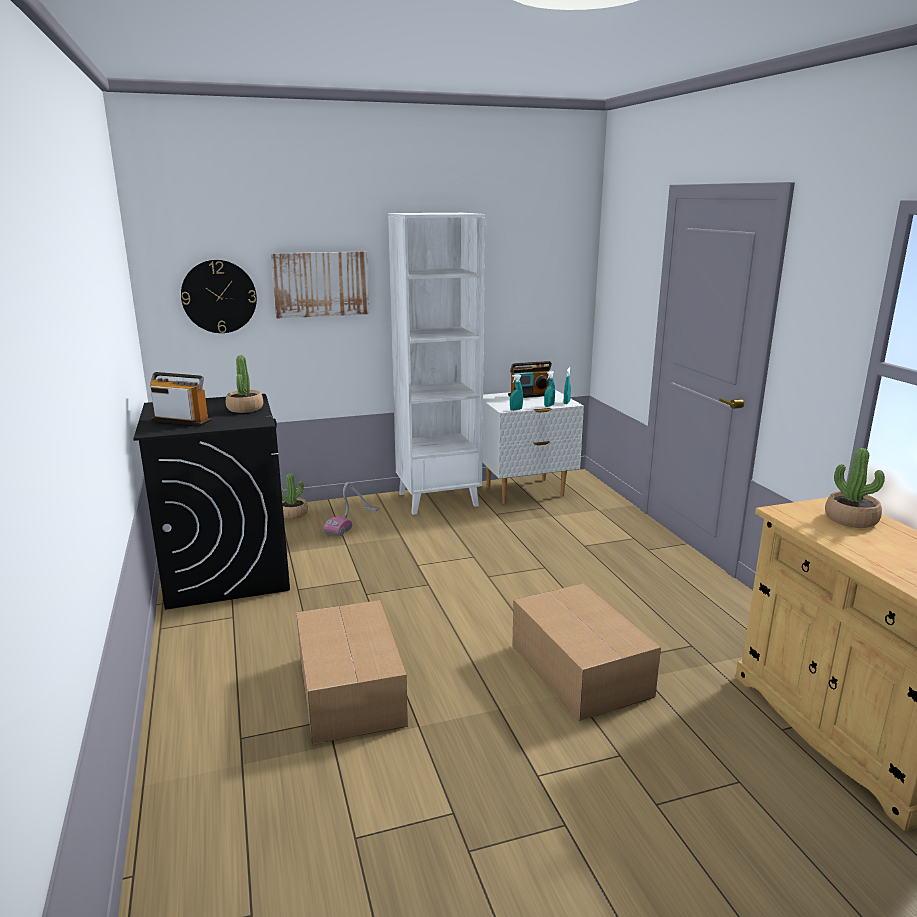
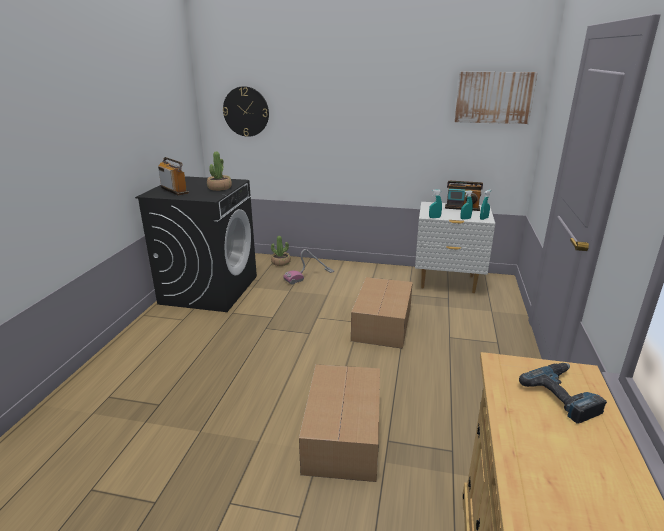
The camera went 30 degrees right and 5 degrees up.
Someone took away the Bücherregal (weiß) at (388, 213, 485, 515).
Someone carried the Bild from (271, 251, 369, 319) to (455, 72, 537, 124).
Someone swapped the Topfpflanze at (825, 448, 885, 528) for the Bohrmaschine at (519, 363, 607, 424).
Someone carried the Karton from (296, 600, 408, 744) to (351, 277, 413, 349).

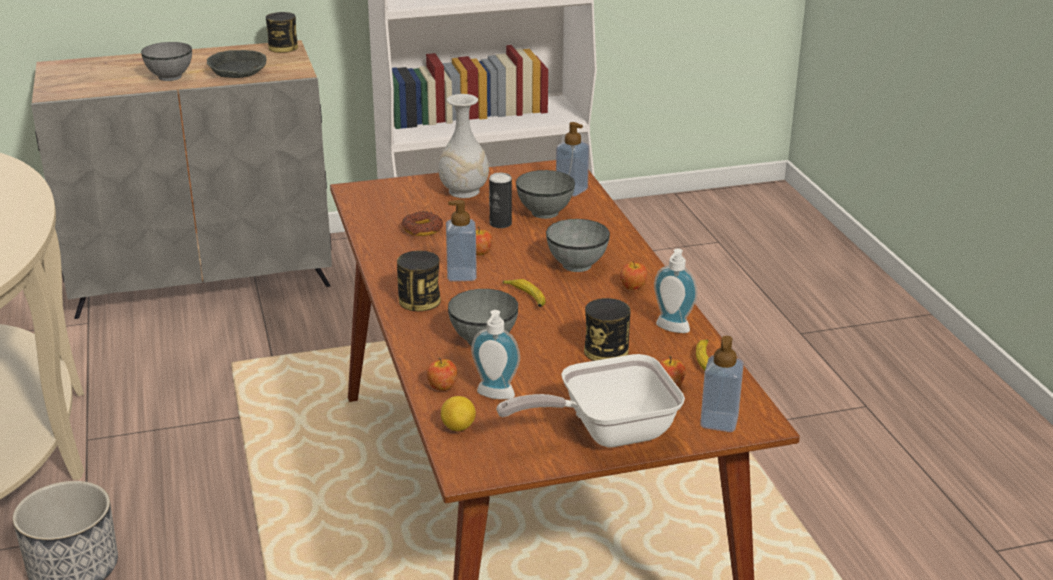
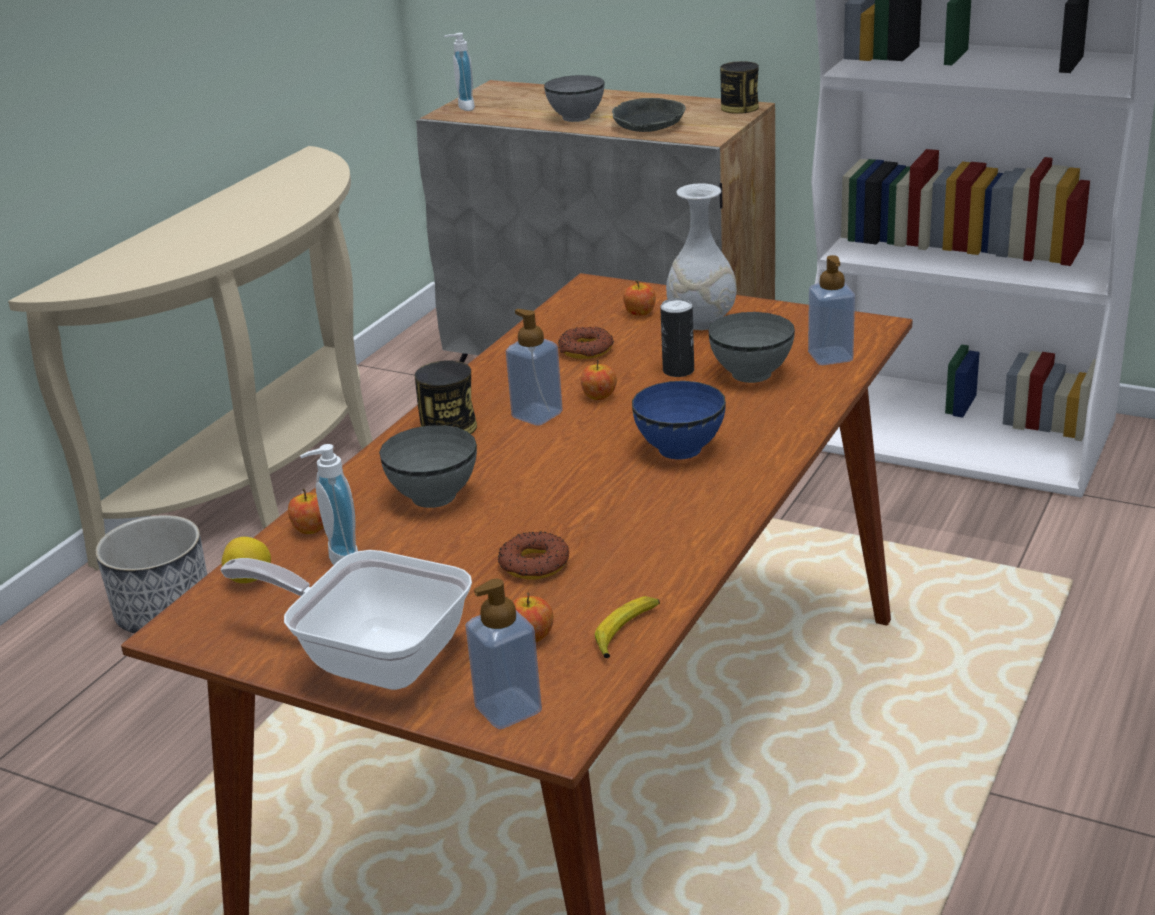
The camera went 45 degrees right and 0 degrees up.
Someone repainted the Schüssel (grau) at (546, 219, 610, 272), which became the Schüssel (blau) at (632, 381, 726, 460).
Someone carried the Seifenspender from (654, 249, 697, 333) to (444, 33, 475, 111).
Someone carried the Apfel from (620, 261, 648, 290) to (623, 280, 656, 316).
Someone took away the Banane at (503, 279, 545, 307).
Someone swapped the Dose at (584, 298, 631, 361) for the Donut at (498, 532, 569, 579).

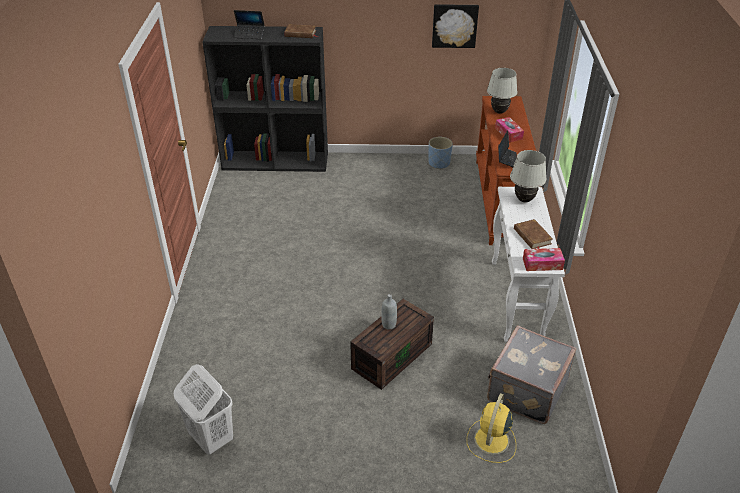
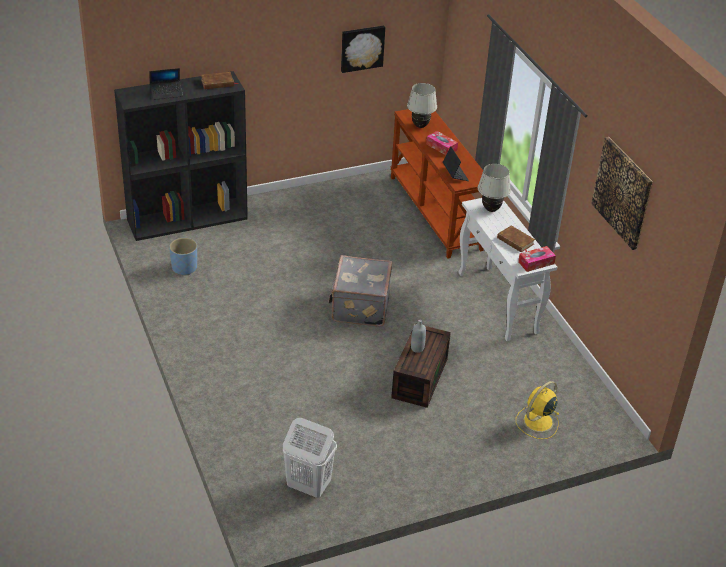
The camera went 25 degrees left and 0 degrees up.
Someone carried the Pflanzkübel (blau) from (429, 137, 453, 169) to (169, 238, 197, 275).
Someone carried the Koffer (grau) from (487, 325, 576, 424) to (329, 255, 392, 327).
Someone rotated the Ventilator (gelb) at (467, 393, 516, 463) by 45 degrees clockwise.
Someone put up the Bild at (591, 137, 653, 250).

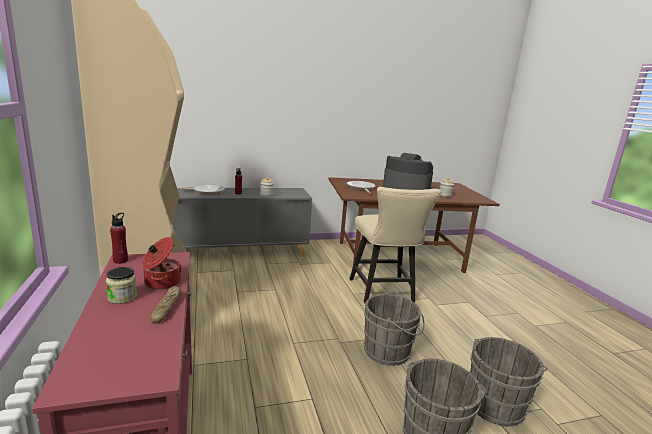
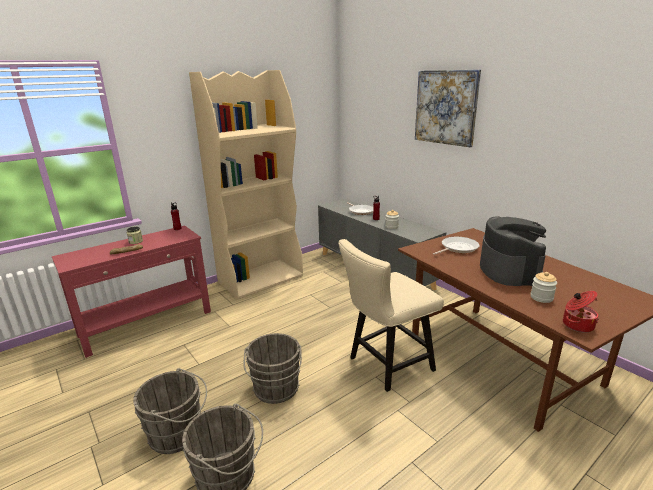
The camera went 70 degrees right and 5 degrees up.
Someone carried the Kochtopf from (143, 237, 182, 290) to (563, 291, 599, 333).
Someone put up the Bild at (415, 70, 481, 147).

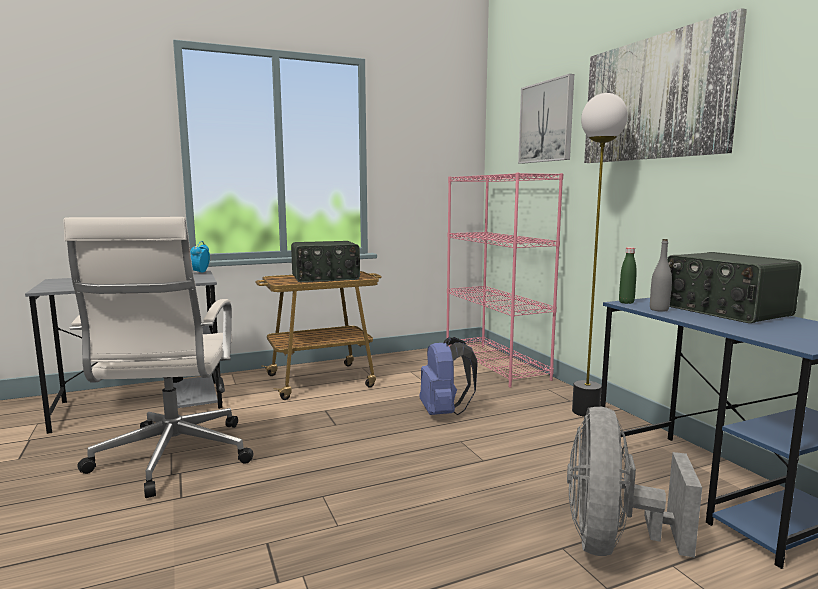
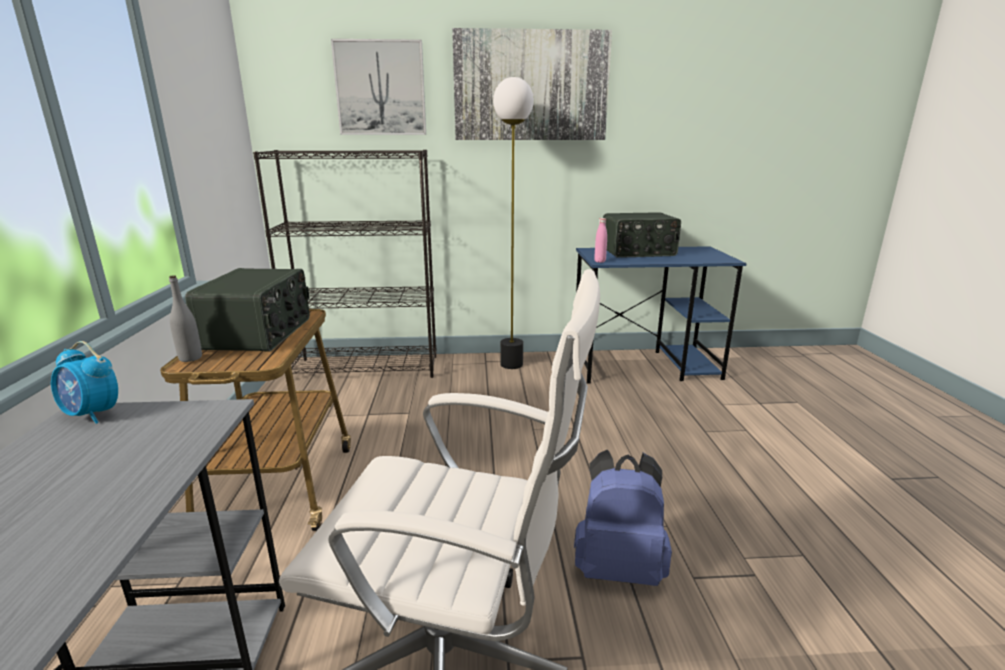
The camera went 70 degrees left and 10 degrees up.
Someone repainted the Bücherregal (rosa) at (446, 173, 563, 387), which became the Bücherregal (schwarz) at (253, 150, 436, 378).
Someone carried the Flasche (grau) from (650, 239, 672, 312) to (169, 275, 202, 362).
Someone repainted the Flasche (grün) at (619, 247, 637, 304), which became the Flasche (rosa) at (594, 218, 607, 263).
Someone carried the Rucksack (blau) from (419, 337, 478, 415) to (574, 450, 672, 586).
Someone took away the Ventilator (grau) at (567, 407, 702, 558).

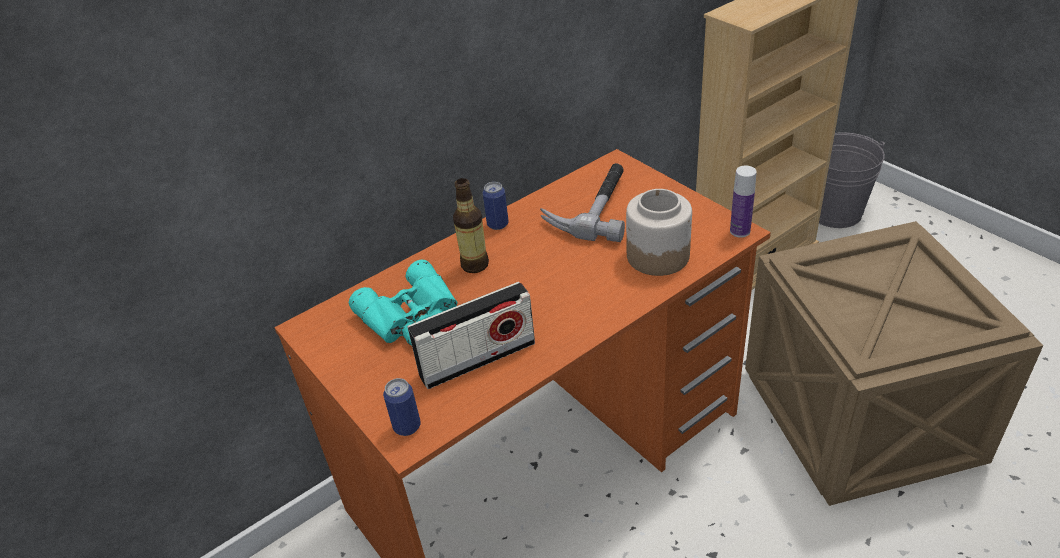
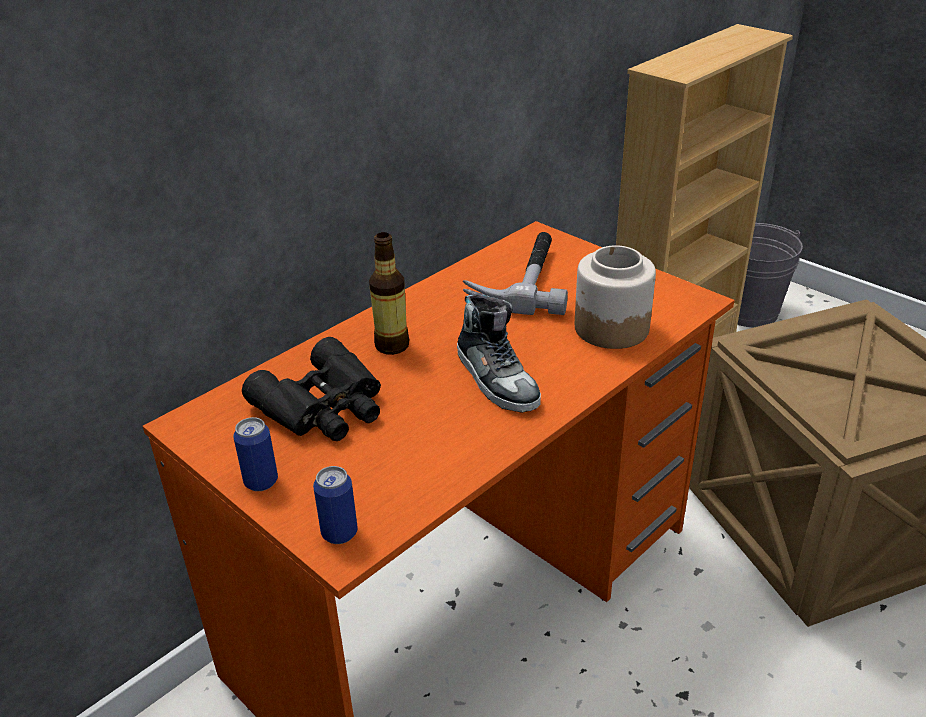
The camera went 10 degrees left and 5 degrees down.
Someone took away the Flasche at (730, 166, 757, 238).
Someone carried the Dose from (483, 182, 509, 230) to (233, 417, 278, 491).
Someone repainted the Fernglas (türkis) at (349, 260, 458, 346), which became the Fernglas (schwarz) at (242, 337, 381, 441).
Someone took away the Radio at (408, 282, 535, 389).
Someone put down the Schuh at (457, 295, 541, 413).

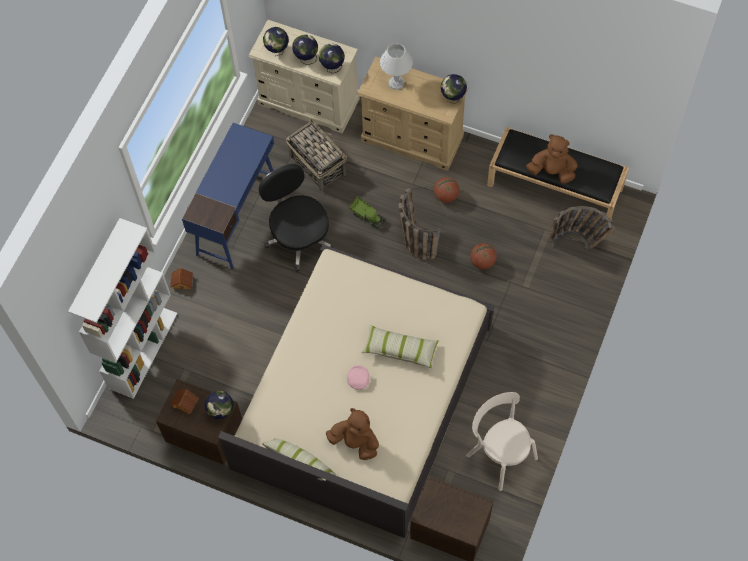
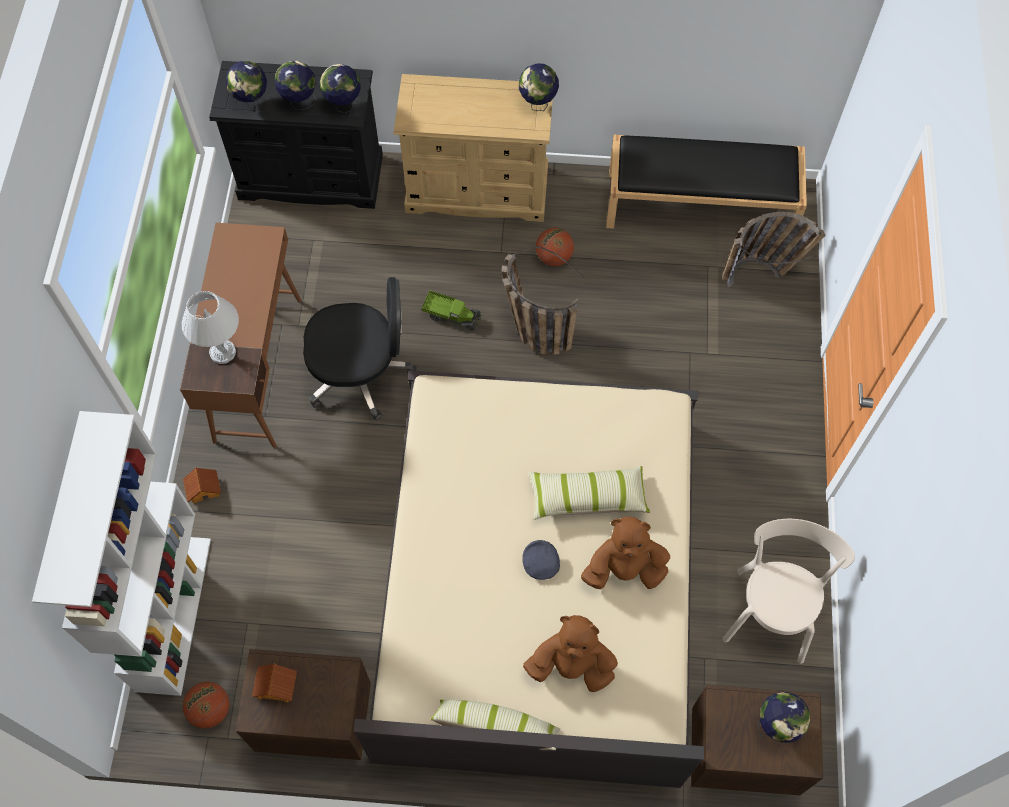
The camera went 20 degrees left and 0 degrees up.
Someone repainted the Kommode (beige) at (249, 20, 360, 134), which became the Kommode (schwarz) at (209, 61, 383, 209).
Someone carried the Tischlampe (weiß) from (380, 43, 413, 90) to (182, 291, 239, 364).
Someone took away the Korb at (286, 119, 347, 192).
Someone repainted the Schreibtisch (blau) at (182, 123, 274, 269), which became the Schreibtisch (braun) at (180, 223, 302, 448).
Someone carried the Plüschtier (braun) from (526, 134, 578, 184) to (581, 517, 670, 589).
Someone rotated the Bürostuhl (schwarz) at (259, 164, 334, 272) by 135 degrees clockwise.
Someone carried the Basketball from (470, 243, 497, 269) to (183, 682, 230, 729).
Someone repainted the Kappe (rosa) at (347, 365, 370, 390), which became the Kappe (grau) at (522, 540, 560, 580).
Someone carried the Globus from (205, 390, 234, 419) to (758, 692, 810, 743).
Someone rotated the Stuhl (beige) at (466, 392, 538, 491) by 75 degrees clockwise.

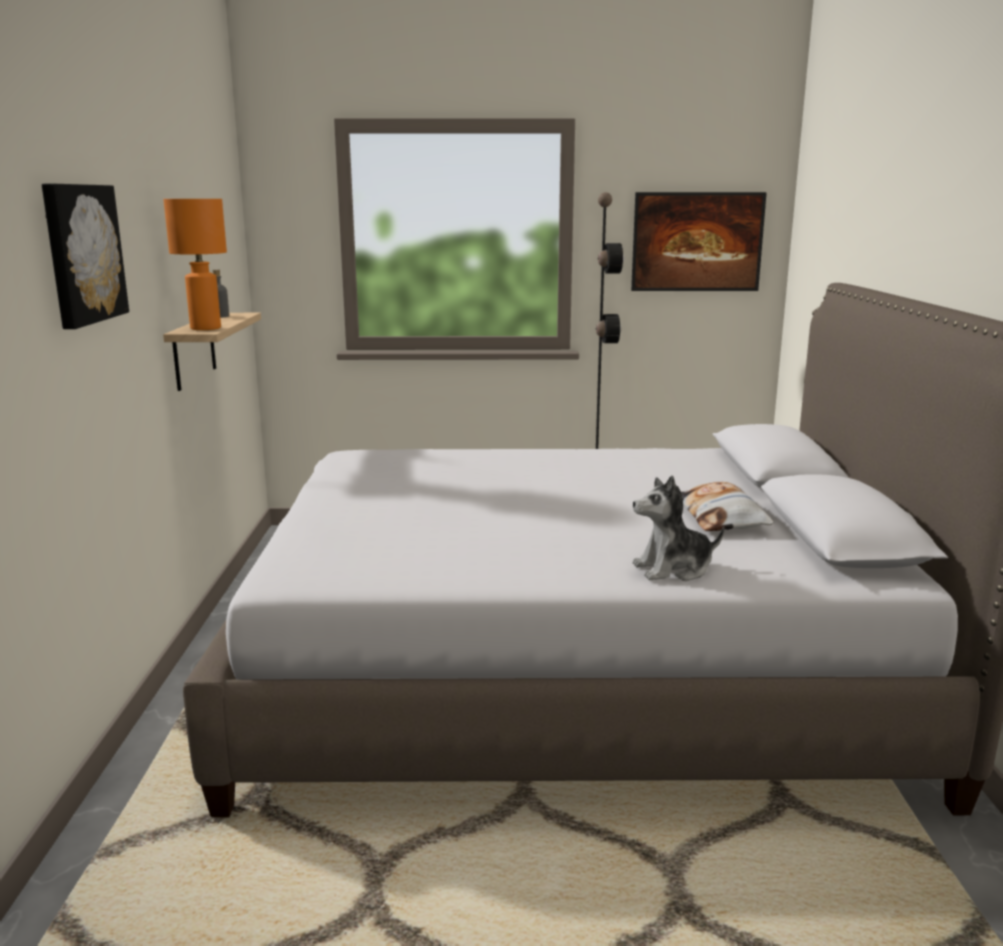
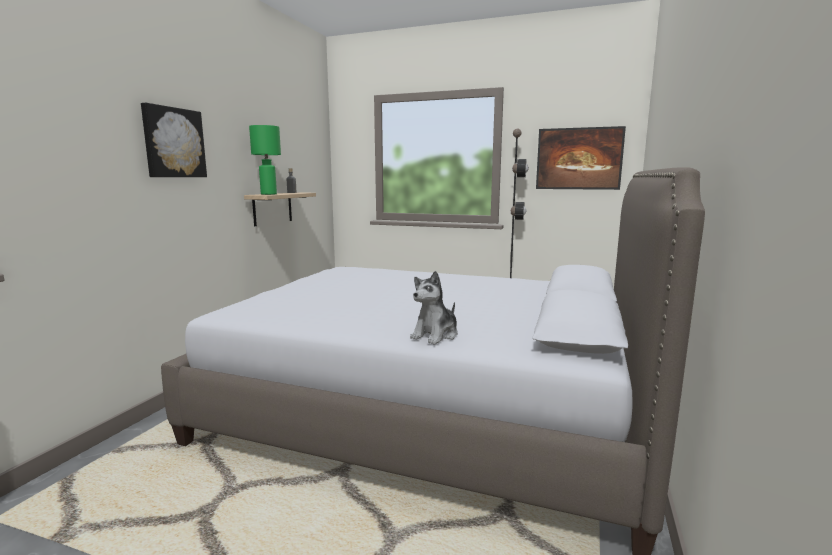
The camera went 20 degrees right and 5 degrees down.
Someone repainted the Tischlampe (orange) at (163, 199, 227, 330), which became the Tischlampe (grün) at (249, 125, 281, 195).
Someone rotated the Plüschtier at (633, 475, 724, 581) by 60 degrees counterclockwise.
Someone took away the Kissen at (681, 482, 774, 531).

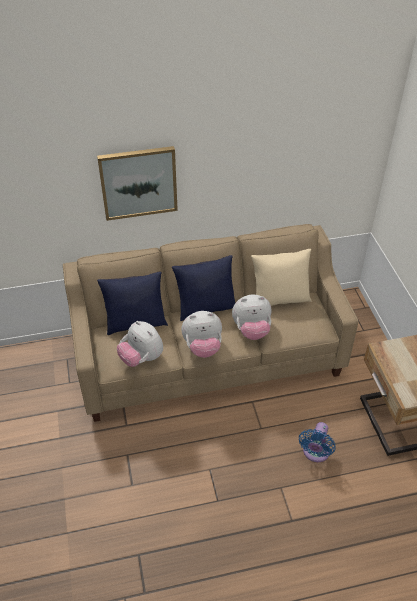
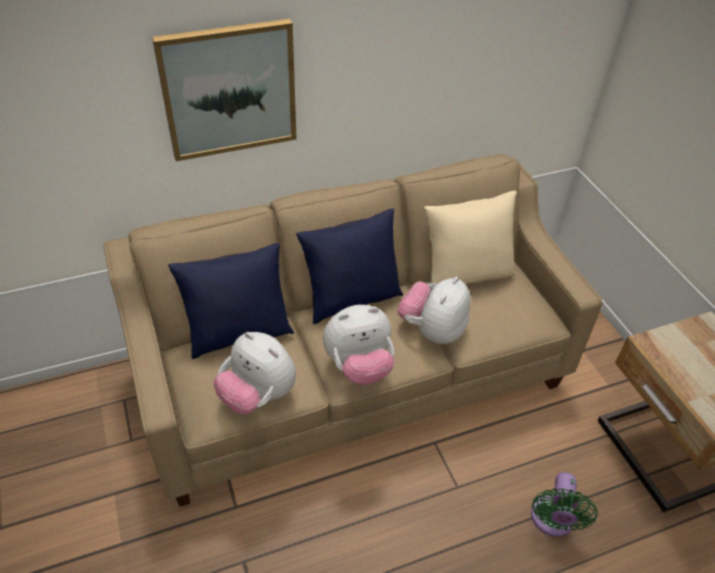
The camera went 10 degrees left and 0 degrees up.
Someone rotated the Plüschtier at (232, 295, 272, 340) by 135 degrees clockwise.
Someone repainted the Ventilator (blau) at (299, 422, 336, 462), which became the Ventilator (grün) at (531, 472, 598, 537).

